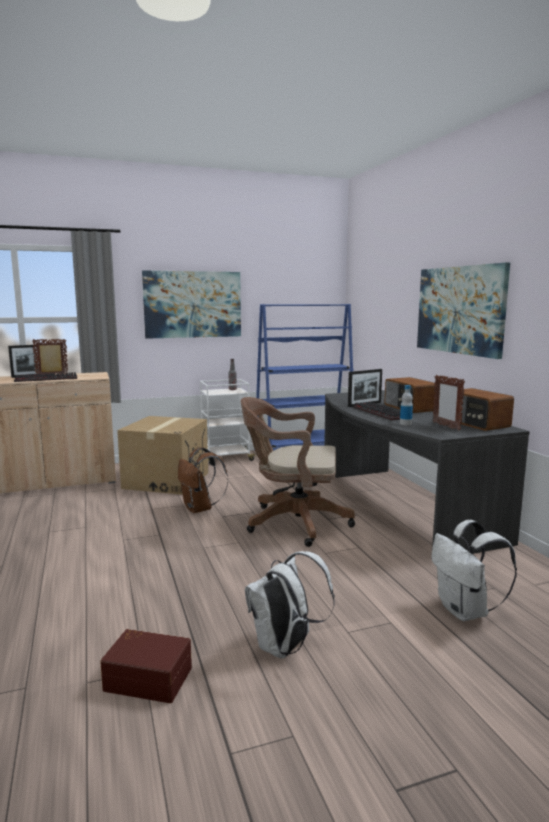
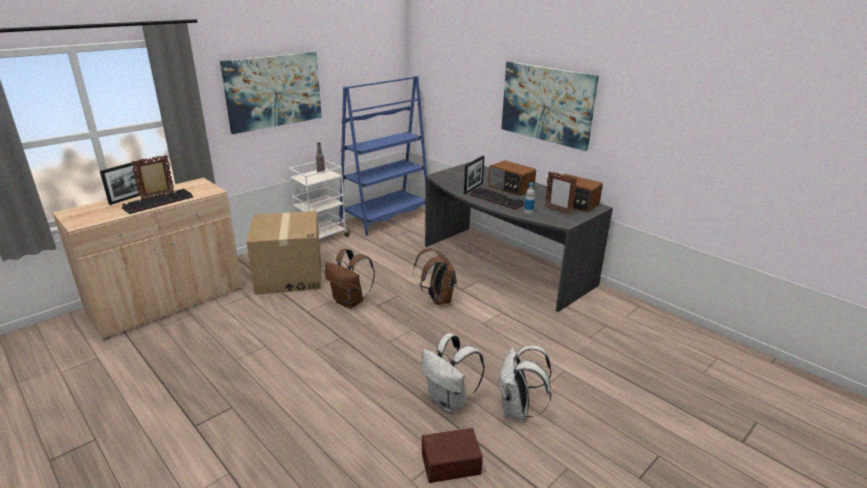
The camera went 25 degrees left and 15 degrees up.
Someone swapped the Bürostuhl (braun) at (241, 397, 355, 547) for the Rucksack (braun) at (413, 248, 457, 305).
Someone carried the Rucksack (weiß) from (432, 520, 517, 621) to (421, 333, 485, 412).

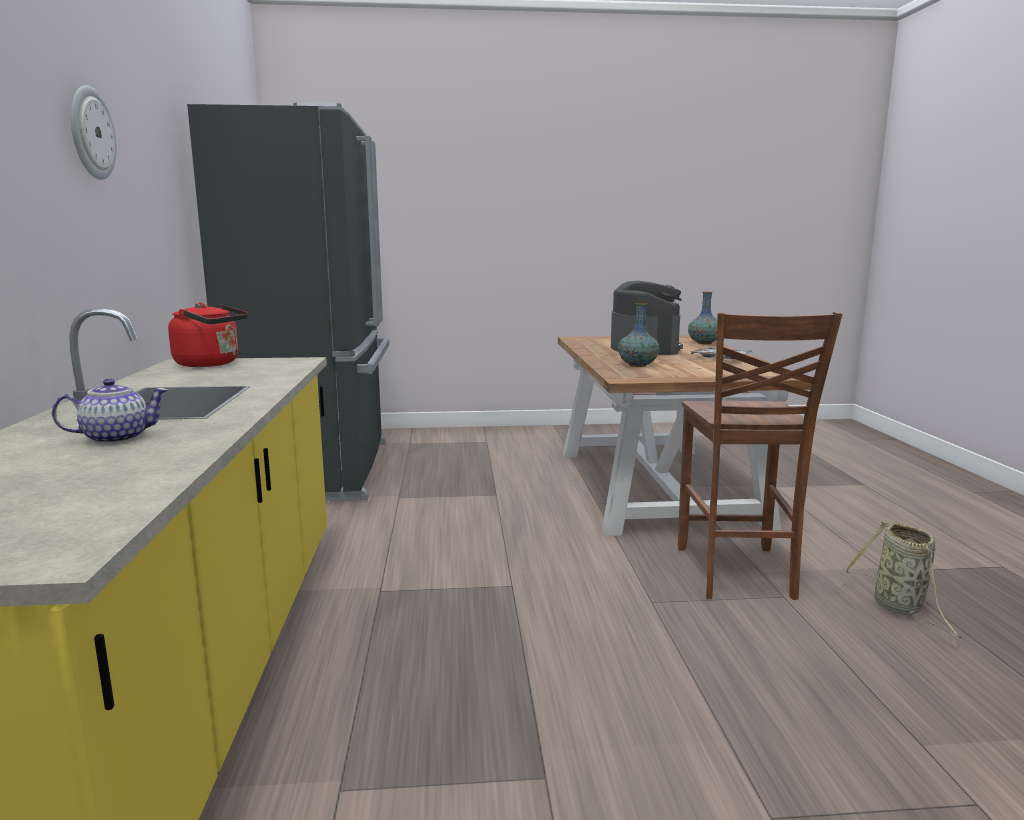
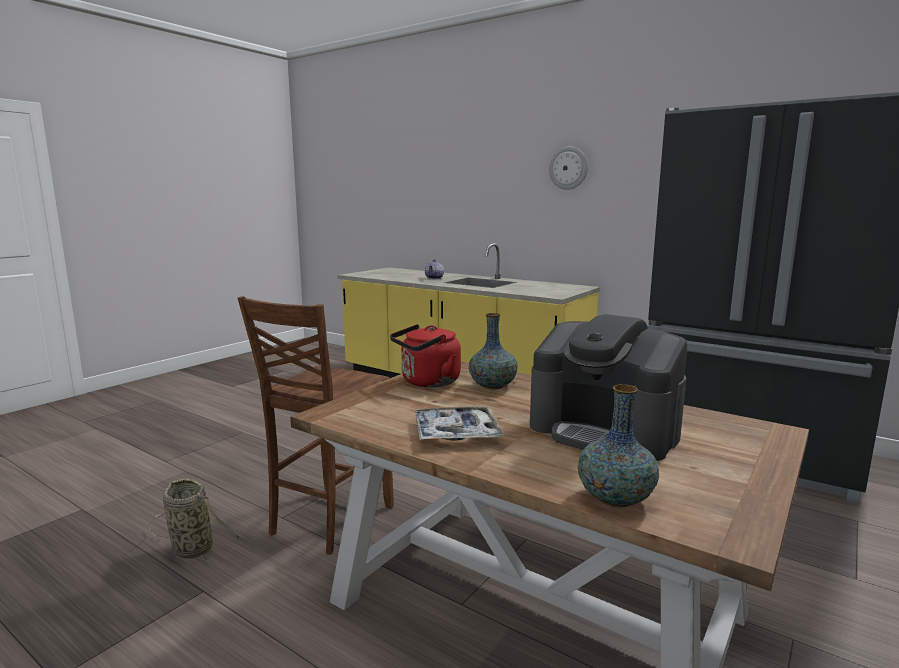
The camera went 130 degrees right and 0 degrees up.
Someone carried the Wasserkessel (rot) from (168, 303, 249, 367) to (390, 324, 461, 388).
Someone rotated the Stuhl (braun) at (678, 312, 842, 600) by 105 degrees counterclockwise.

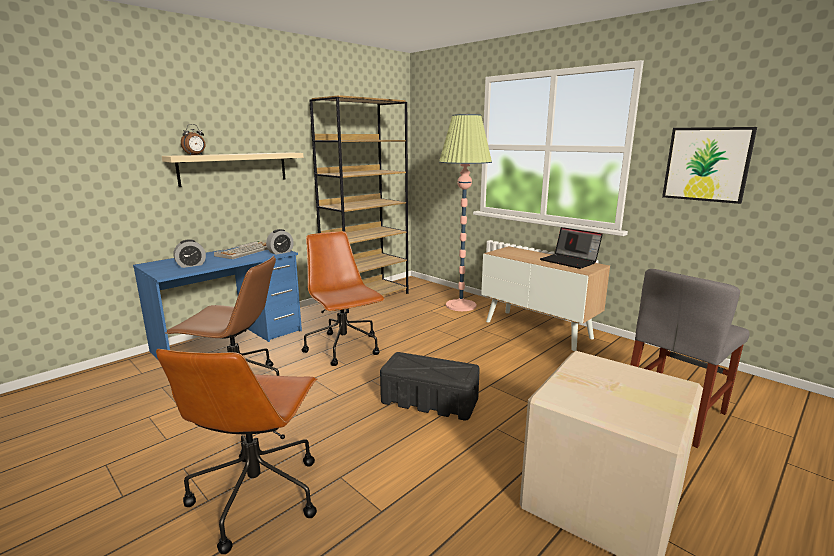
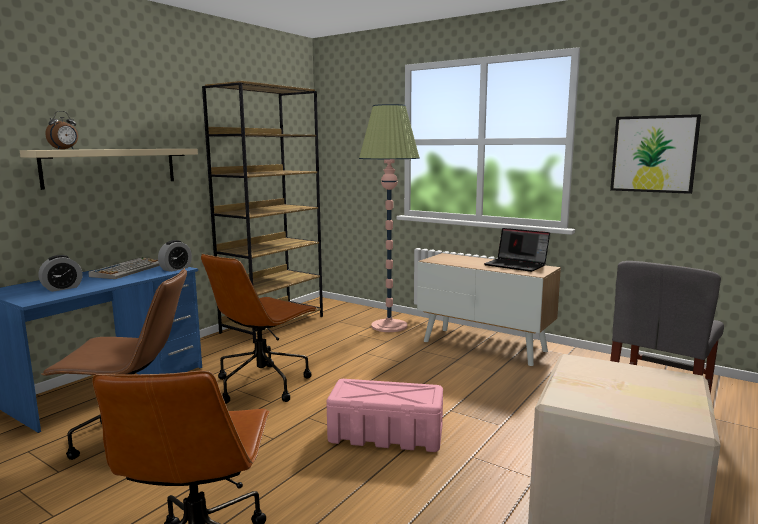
The camera went 10 degrees left and 5 degrees down.
Someone rotated the Bürostuhl (braun) at (302, 231, 385, 366) by 105 degrees counterclockwise.
Someone repainted the Aufbewahrungsbox (schwarz) at (380, 352, 480, 421), which became the Aufbewahrungsbox (rosa) at (326, 379, 443, 452).

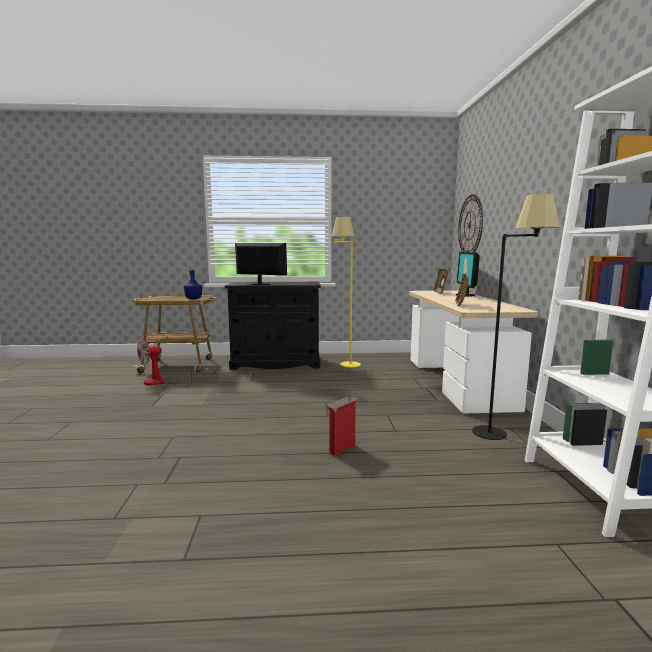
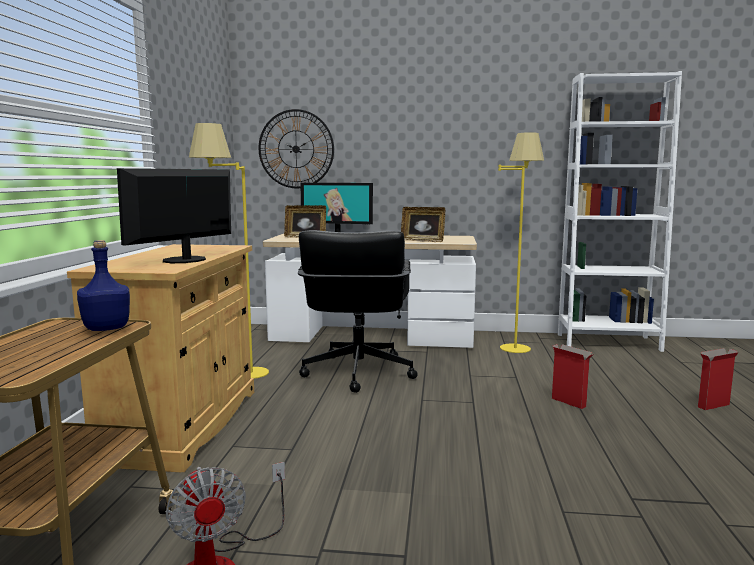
The camera went 80 degrees left and 0 degrees up.
Someone repainted the Stehlampe (schwarz) at (472, 194, 560, 440), which became the Stehlampe (gelb) at (498, 132, 544, 353).
Someone repainted the Schrank (schwarz) at (225, 282, 321, 370), which became the Schrank (beige) at (67, 244, 254, 472).
Someone put down the Bürostuhl (schwarz) at (298, 230, 417, 393).
Someone put down the Karton at (698, 348, 739, 410).

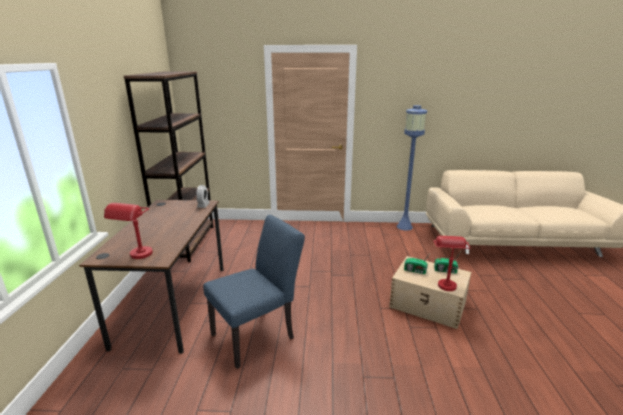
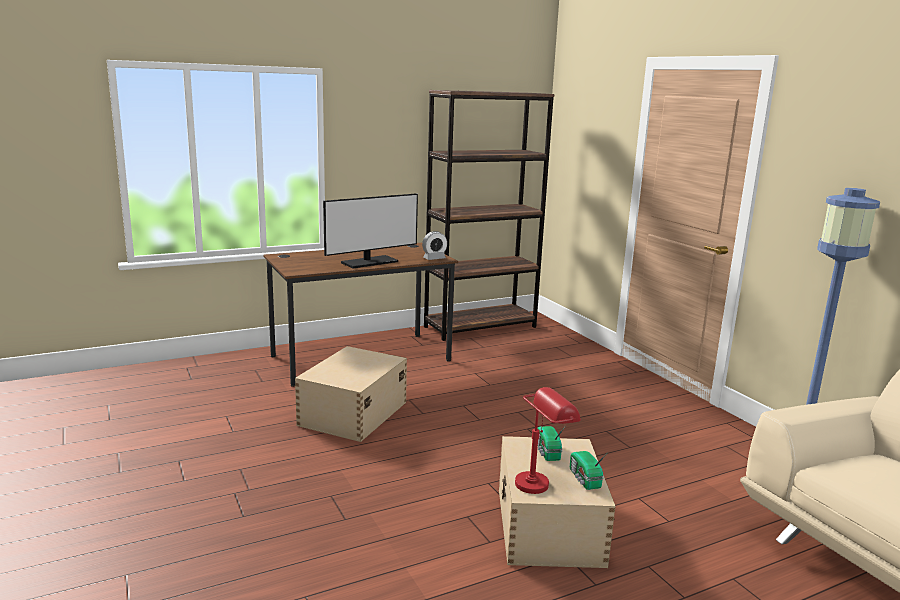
The camera went 60 degrees right and 5 degrees down.
Someone took away the Tischlampe (rot) at (104, 203, 153, 259).
Someone swapped the Stuhl (blau) at (203, 215, 305, 369) for the Aufbewahrungsbox (beige) at (295, 346, 407, 442).
Someone put down the Monitor at (323, 193, 418, 268).

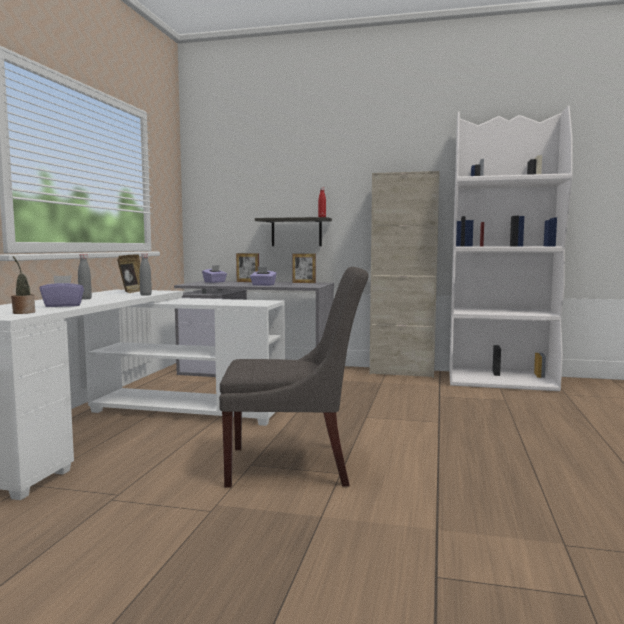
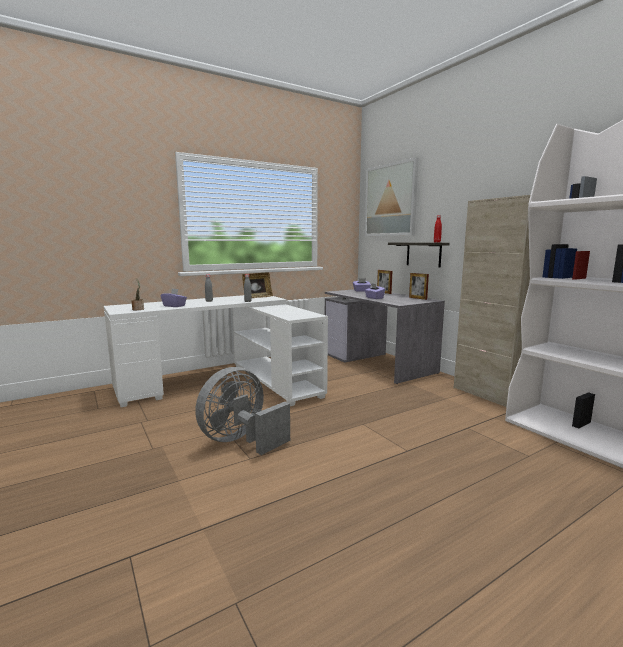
The camera went 45 degrees right and 5 degrees up.
Someone swapped the Stuhl (grau) at (219, 267, 369, 488) for the Ventilator (grau) at (195, 367, 290, 455).
Someone put up the Bild at (365, 157, 419, 236).

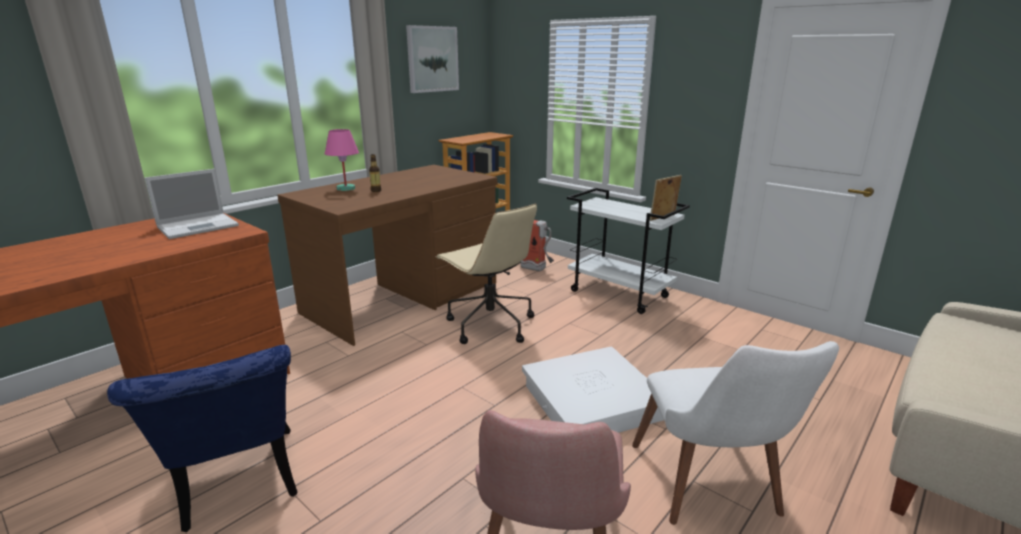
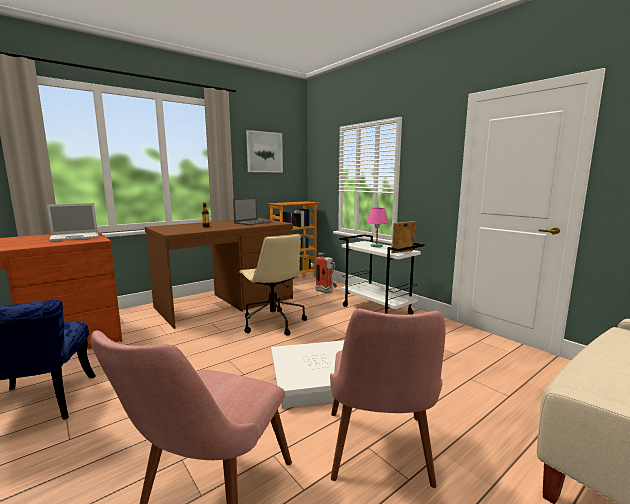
The camera went 10 degrees right and 10 degrees down.
Someone carried the Tischlampe (rosa) from (325, 129, 359, 191) to (367, 208, 388, 247).
Someone repainted the Stuhl (weiß) at (632, 341, 839, 525), which became the Stuhl (rosa) at (330, 309, 445, 488).
Someone put down the Laptop at (233, 198, 273, 225).

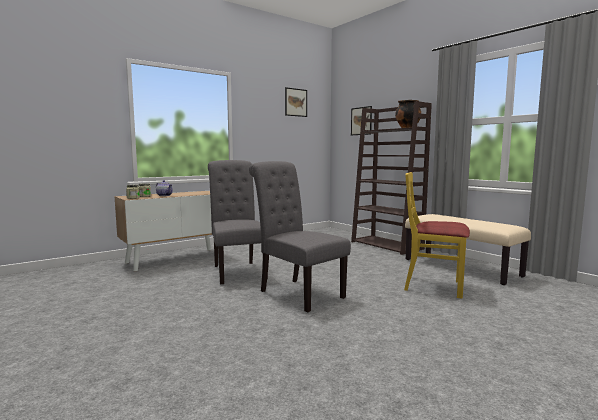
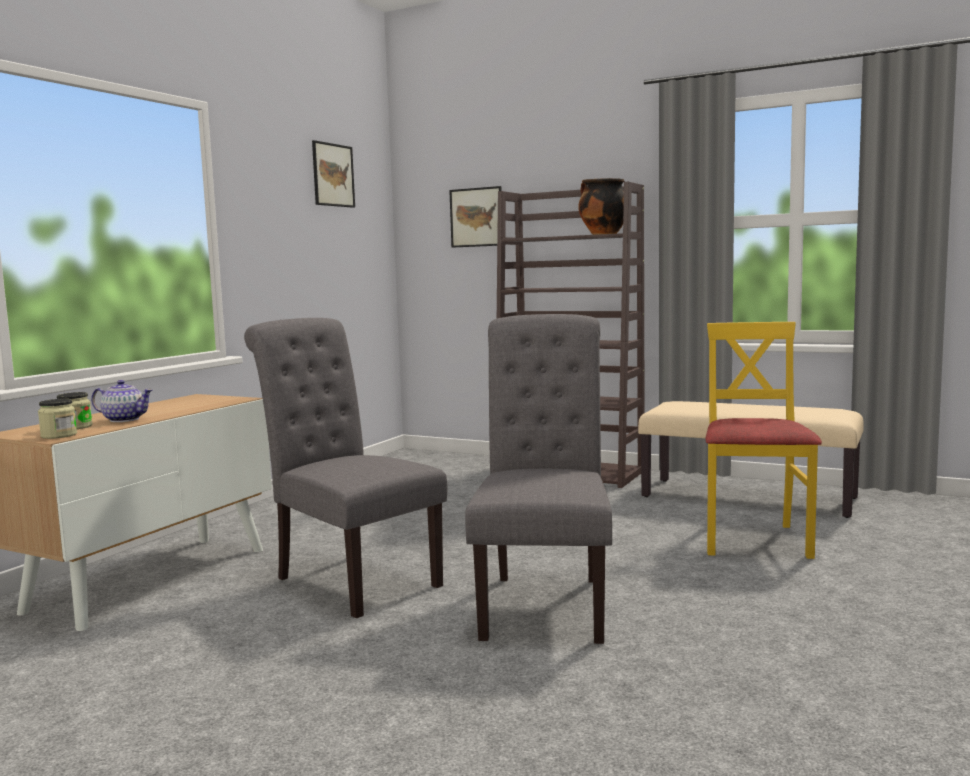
The camera went 25 degrees left and 0 degrees up.
Someone rotated the Stuhl (grau) at (249, 161, 351, 312) by 75 degrees clockwise.
Someone rotated the Stuhl (gelb) at (404, 172, 470, 299) by 105 degrees clockwise.

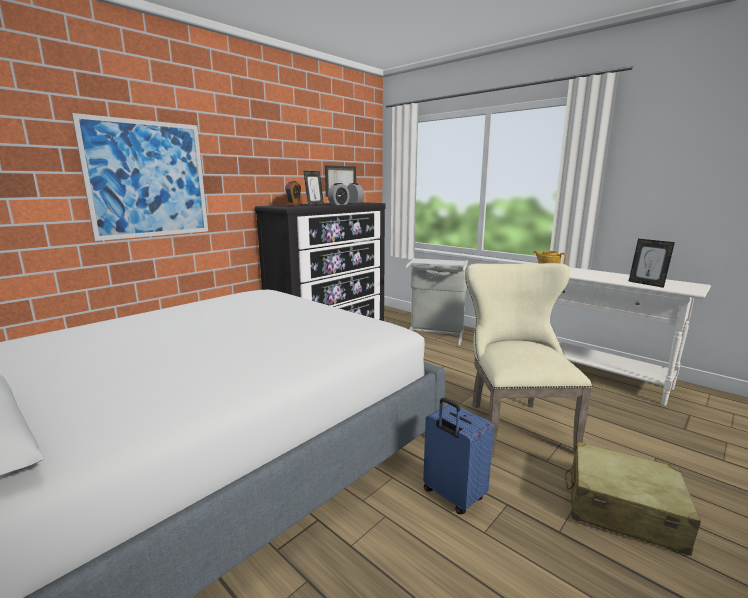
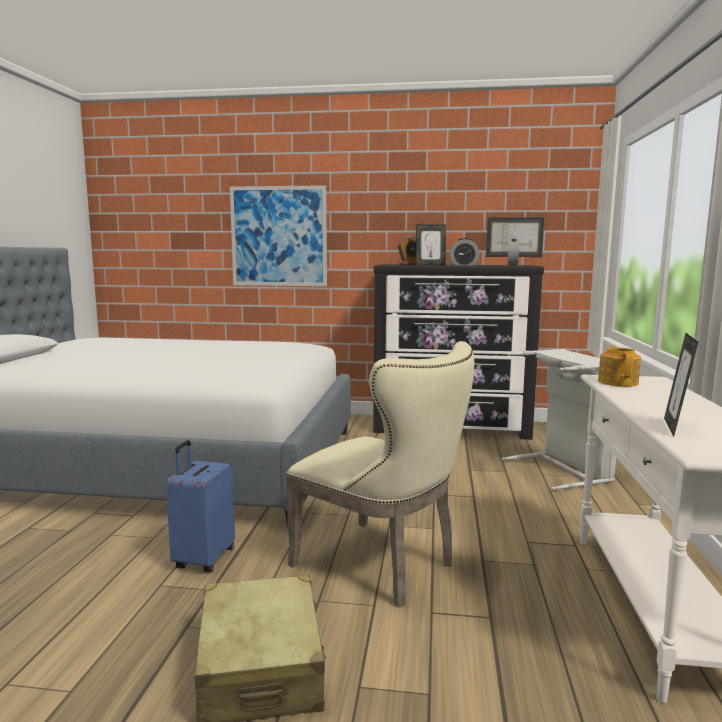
The camera went 55 degrees right and 5 degrees down.
Someone rotated the Stuhl (beige) at (465, 263, 592, 457) by 75 degrees clockwise.

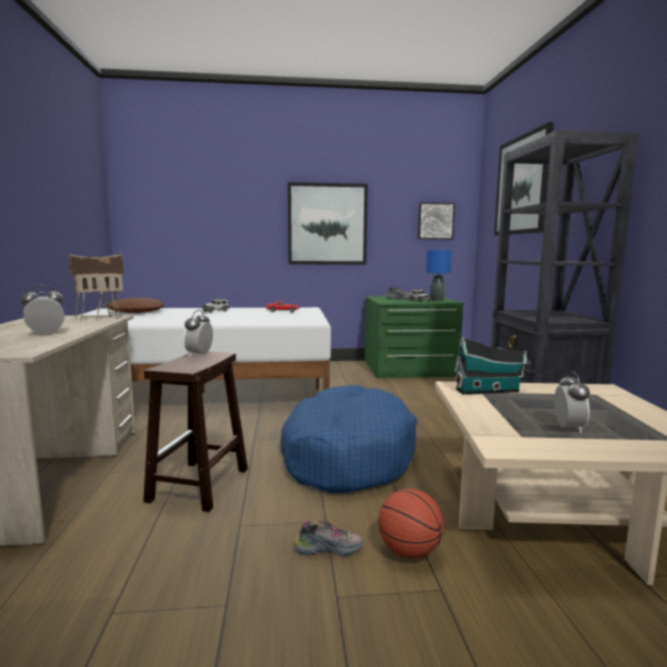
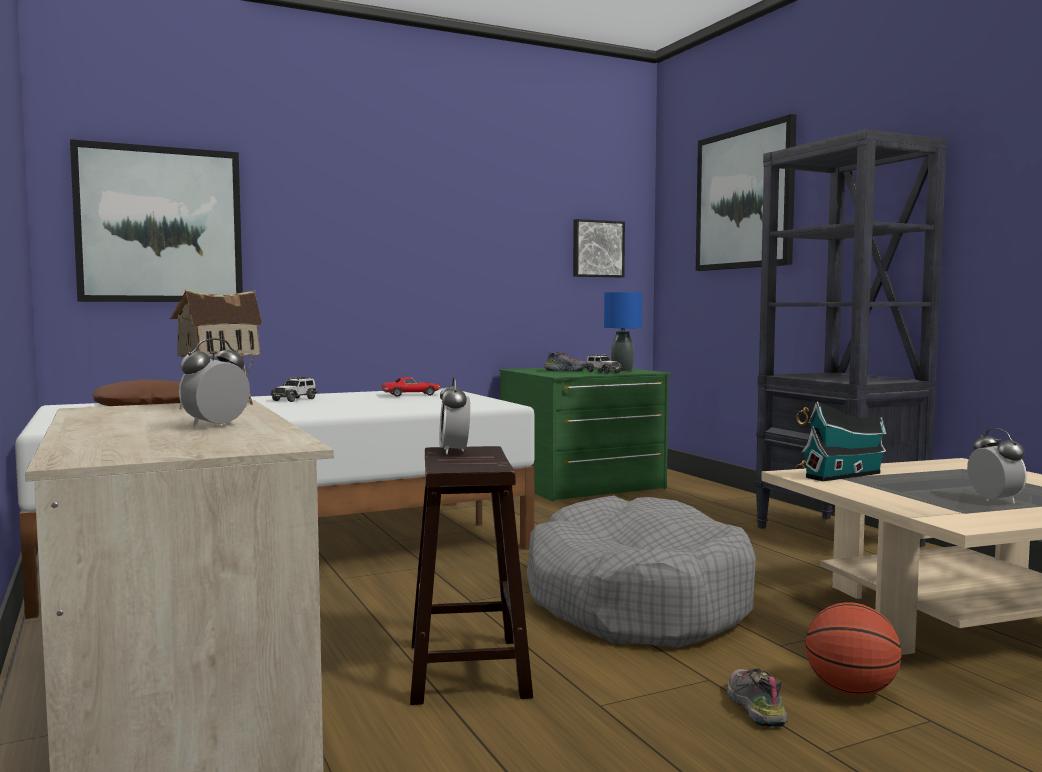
The camera went 20 degrees left and 5 degrees down.
Someone carried the Bild from (288, 182, 368, 265) to (70, 139, 243, 302).
Someone repainted the Hundebett (blau) at (280, 385, 417, 494), which became the Hundebett (grau) at (527, 496, 756, 648).
Someone rotated the Schuh at (295, 521, 364, 556) by 75 degrees counterclockwise.

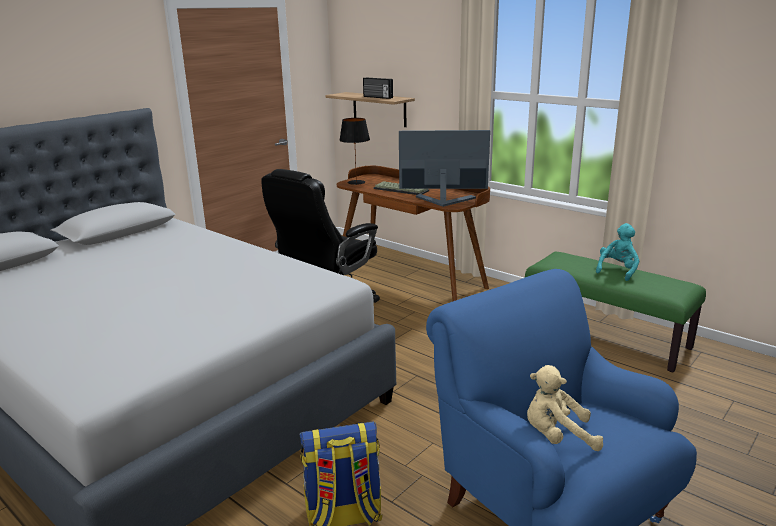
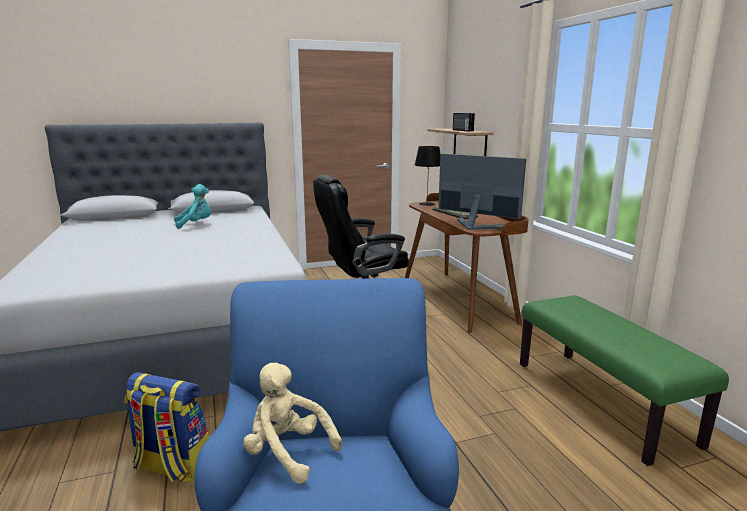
The camera went 30 degrees right and 5 degrees down.
Someone carried the Plüschtier (türkis) from (596, 223, 639, 281) to (174, 184, 211, 229).

